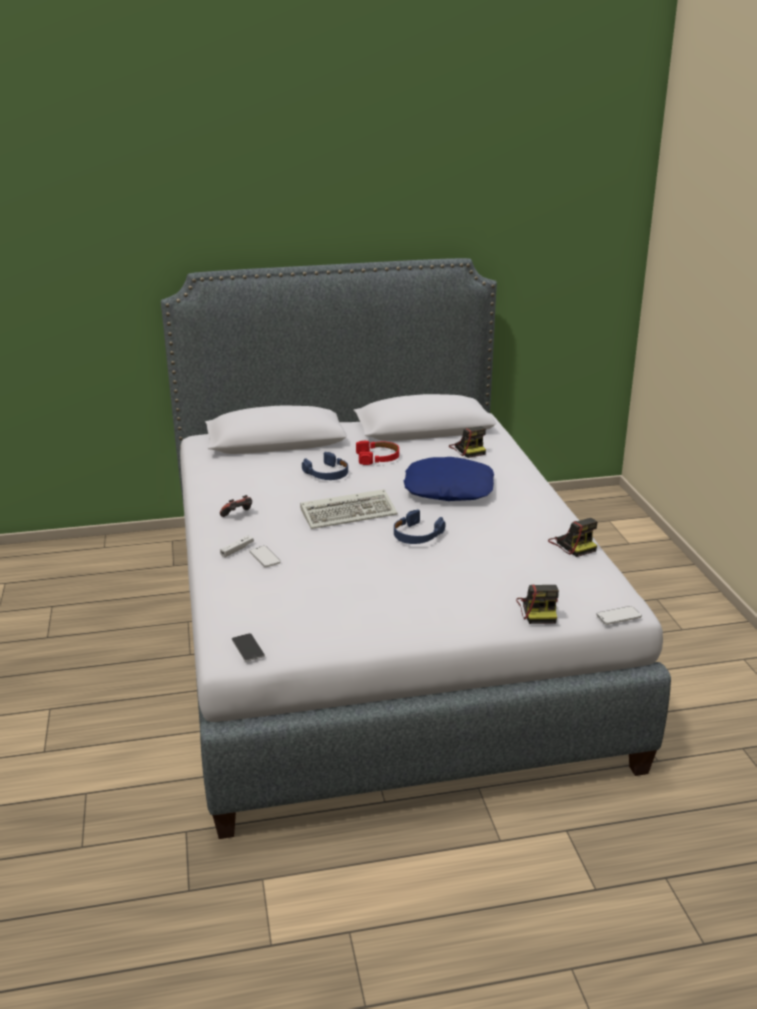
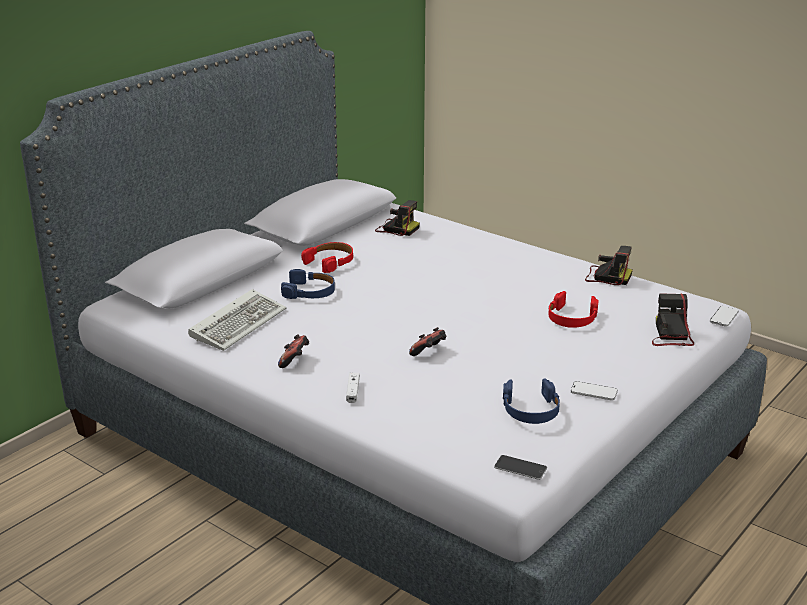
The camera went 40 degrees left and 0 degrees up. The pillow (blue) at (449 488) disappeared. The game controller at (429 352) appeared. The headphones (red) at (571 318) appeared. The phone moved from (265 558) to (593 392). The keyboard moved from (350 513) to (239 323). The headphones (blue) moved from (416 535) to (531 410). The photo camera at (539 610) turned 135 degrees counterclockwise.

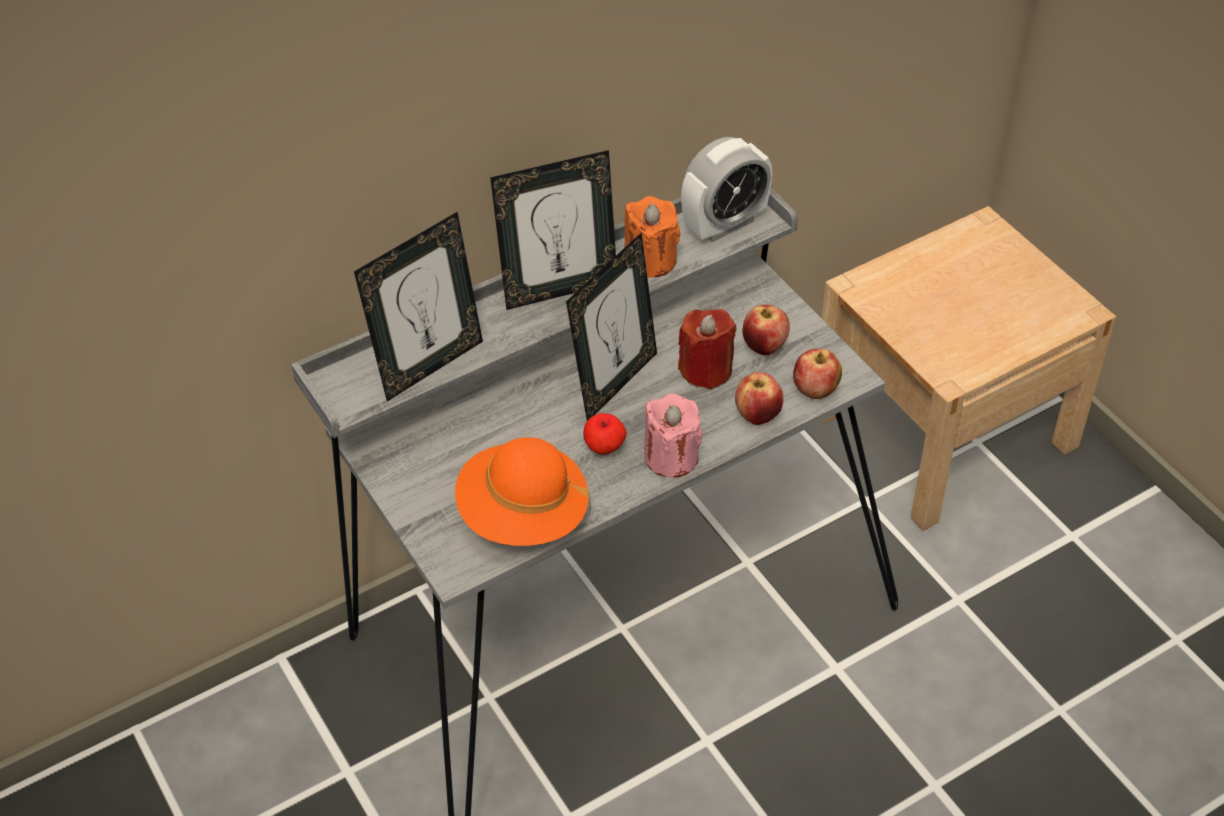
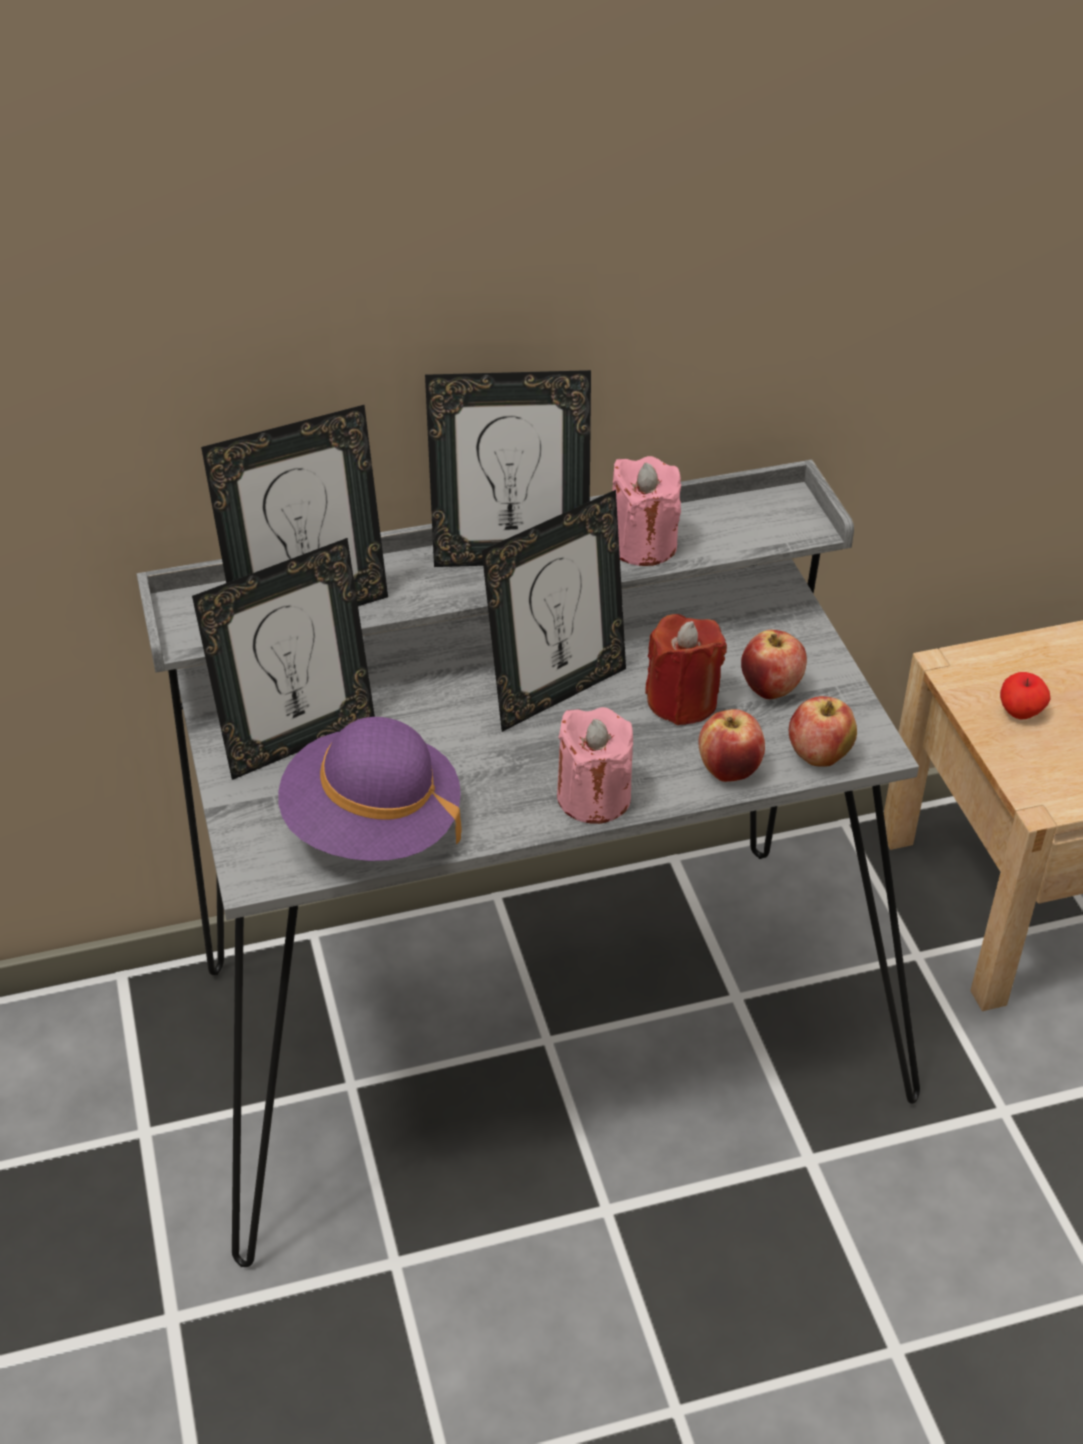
The camera went 15 degrees right and 5 degrees down. The alarm clock at (724 224) disappeared. The picture frame at (298 741) appeared. The apple moved from (604 447) to (1020 712). The hat (orange) at (523 515) became the hat (purple) at (372 825). The candle (orange) at (650 260) became the candle (pink) at (642 545).

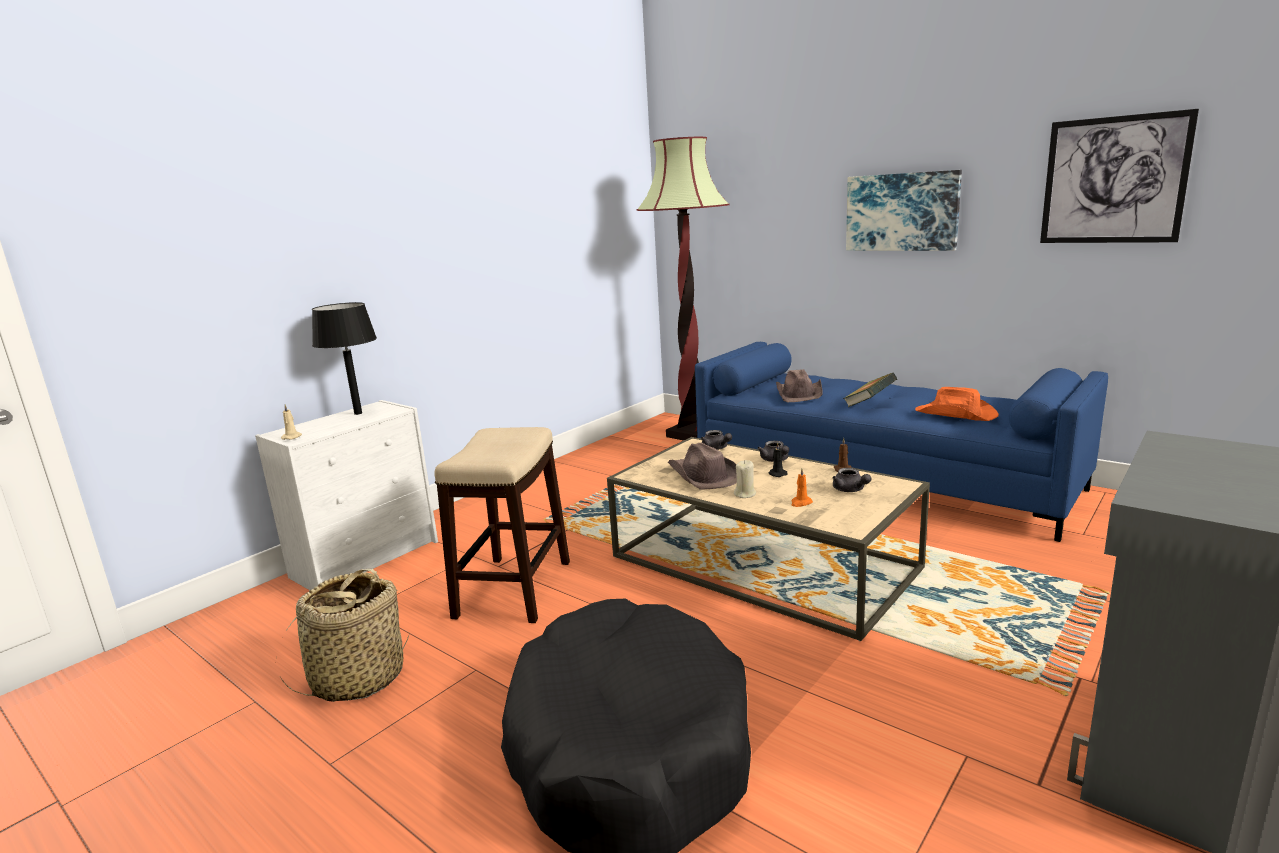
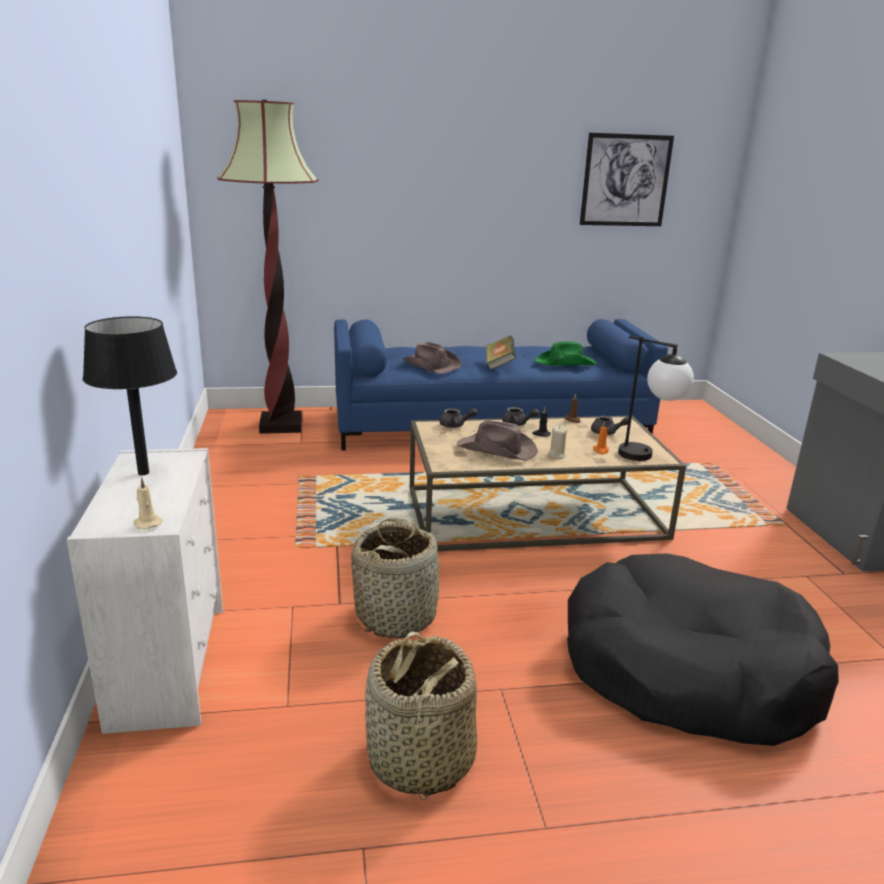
The camera went 50 degrees left and 5 degrees up. The picture at (902 212) disappeared. The table lamp at (648 458) appeared. The stool at (513 589) was replaced by the basket at (397 615). The hat (orange) at (956 414) became the hat (green) at (566 363).

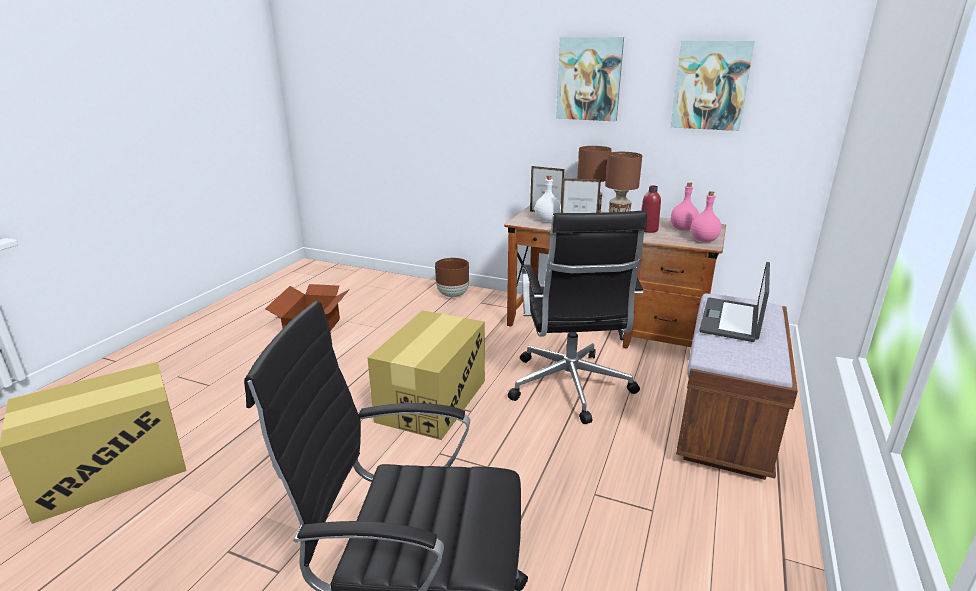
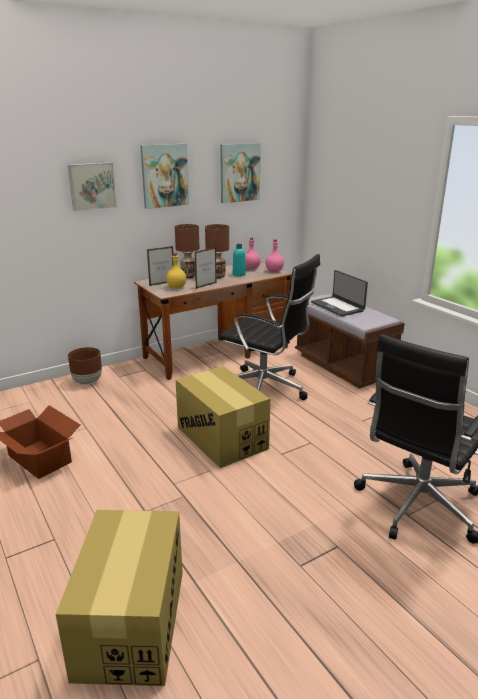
The camera went 55 degrees left and 0 degrees up. The picture at (92 186) appeared. The bottle (white) at (547 220) became the bottle (yellow) at (176 287). The bottle (red) at (648 230) became the bottle (turquoise) at (239 274).

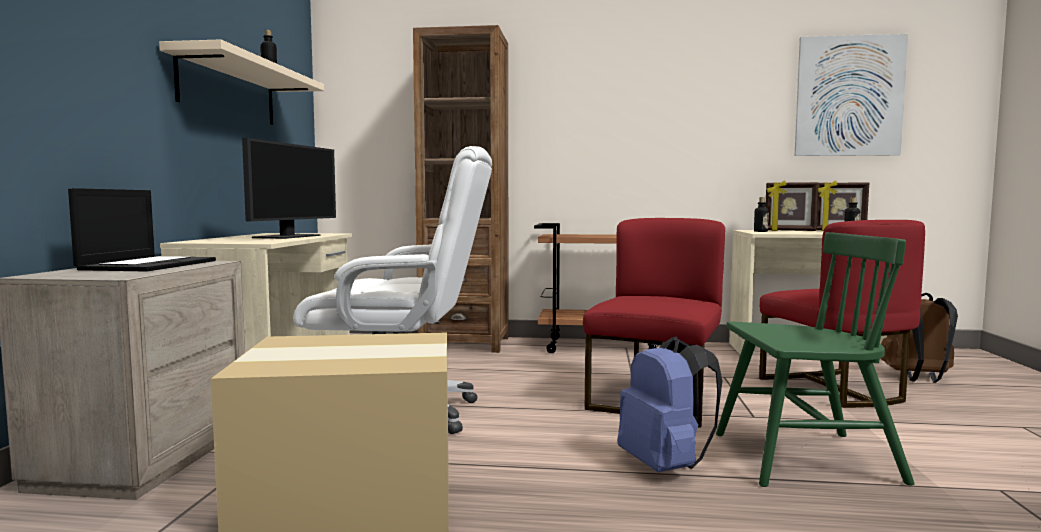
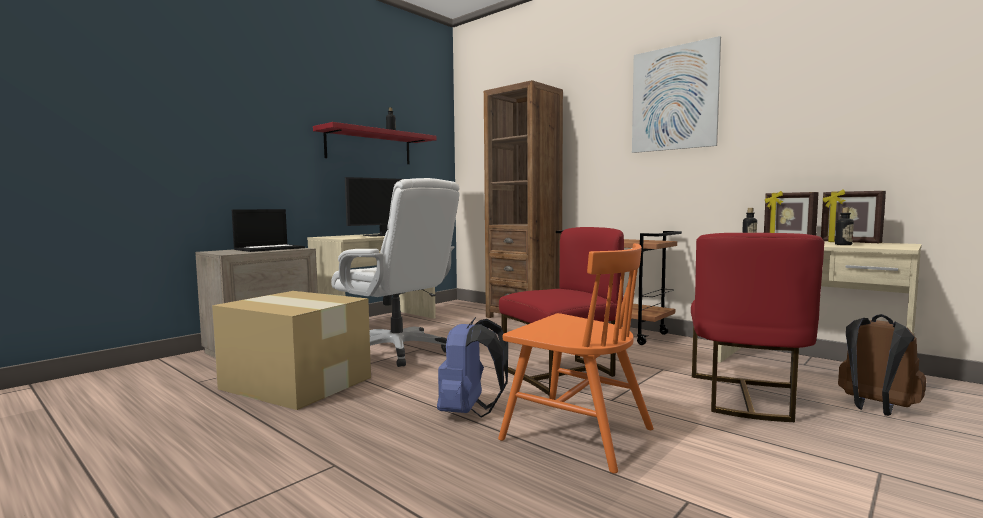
The camera went 35 degrees right and 0 degrees up. The picture moved from (849 96) to (674 98). The shelf (beige) at (228 90) became the shelf (red) at (369 147). The chair (green) at (804 458) became the chair (orange) at (576 434).

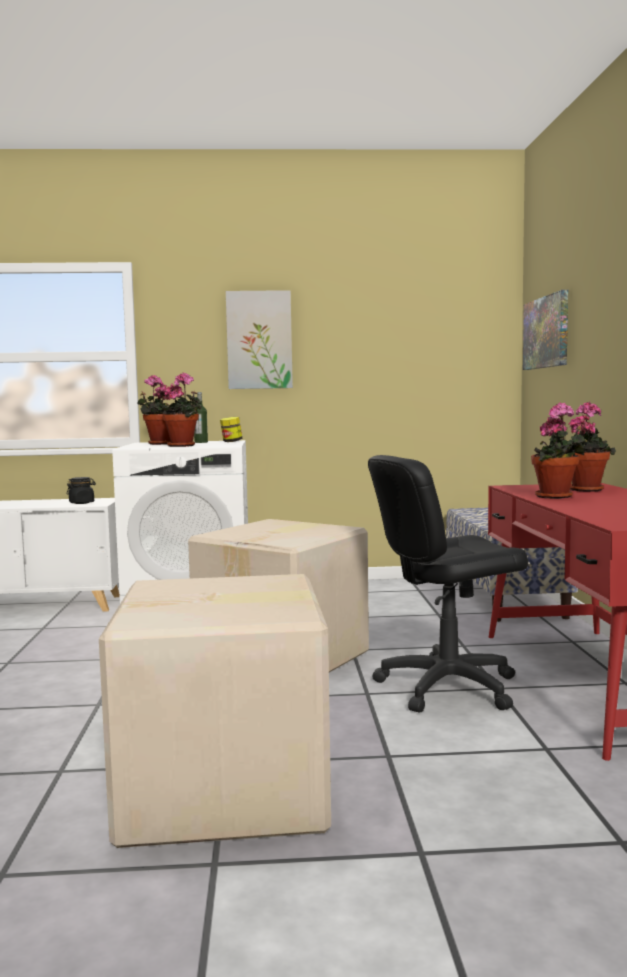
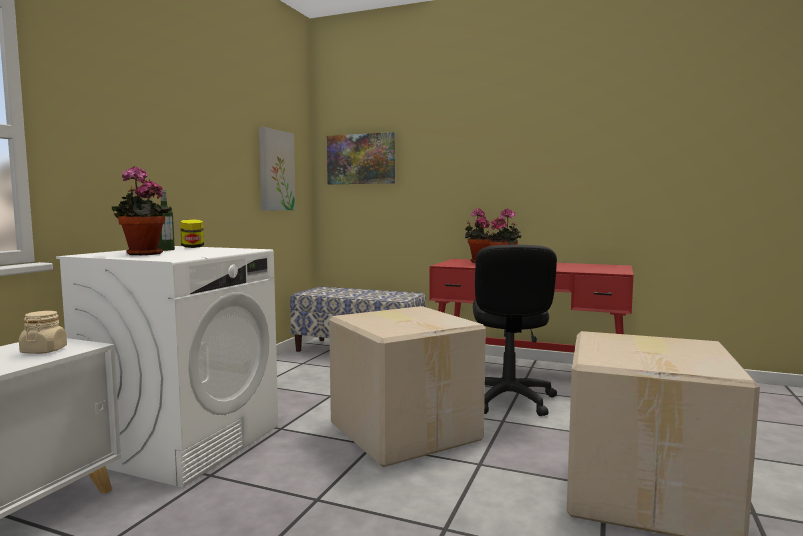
The camera went 65 degrees left and 0 degrees up. The potted plant at (184 446) disappeared. The picture moved from (259 340) to (276 170). The jar (black) at (82 503) became the jar (beige) at (44 351).

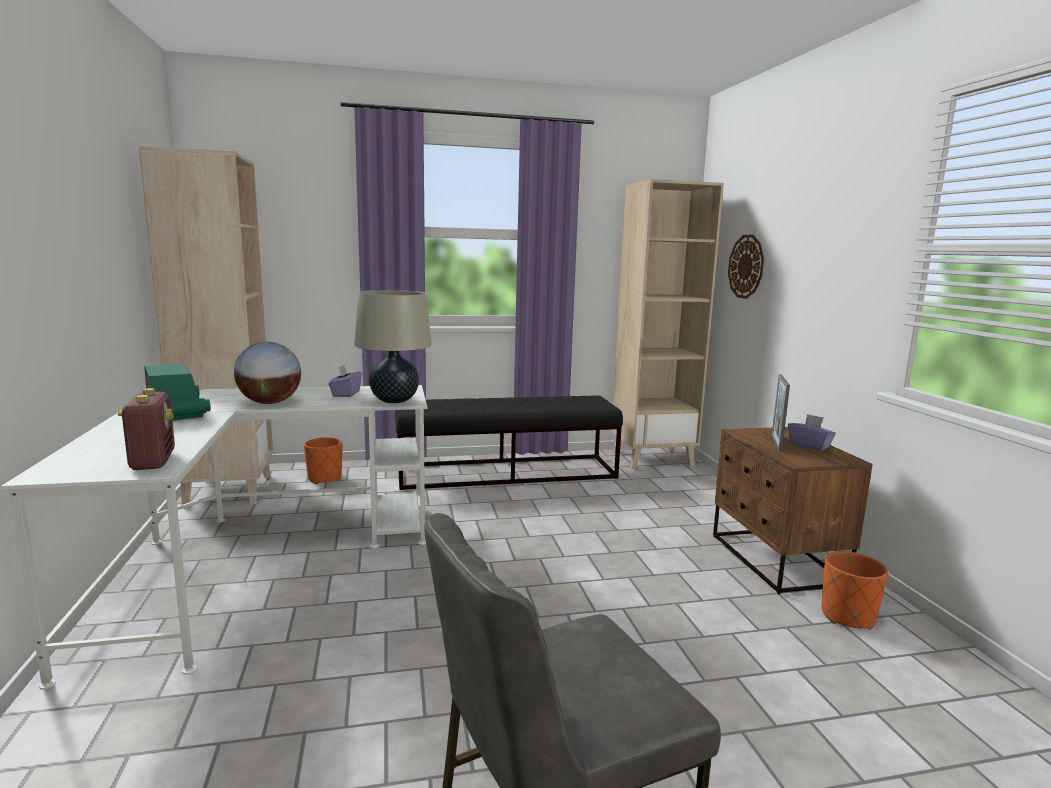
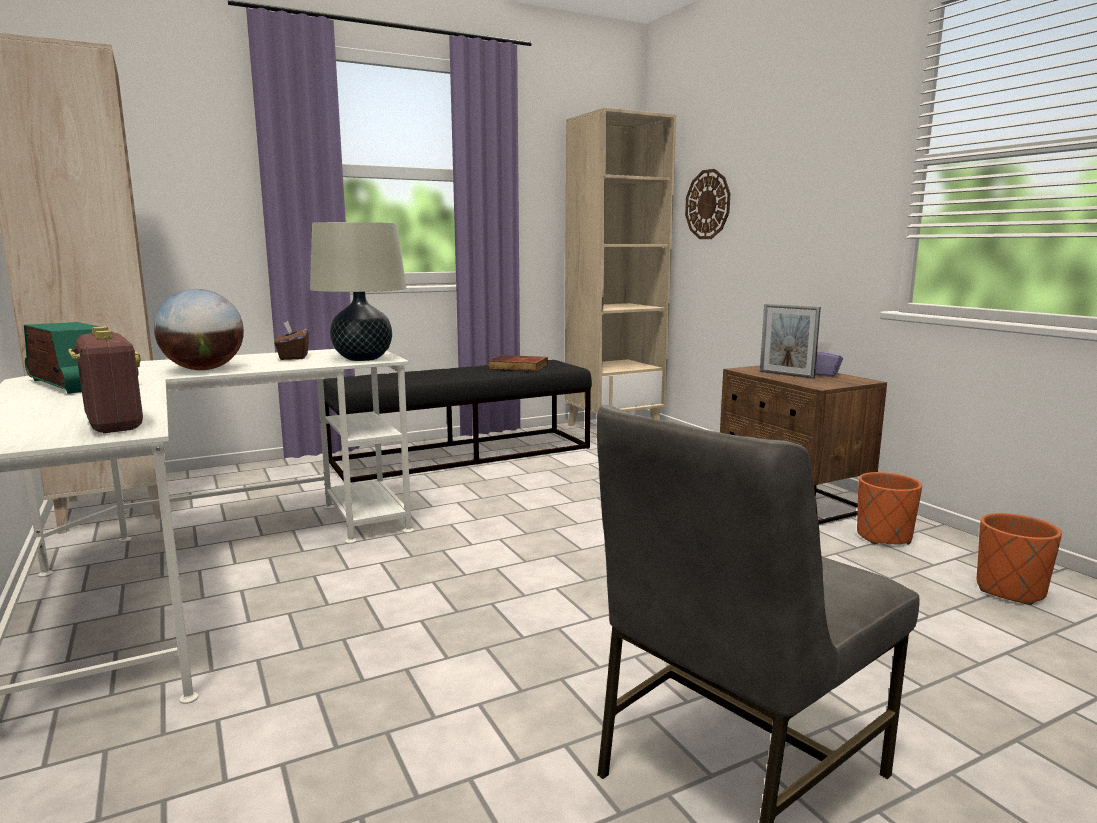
The camera went 15 degrees left and 0 degrees up. The book at (517 367) appeared. The planter (orange) moved from (325 478) to (1010 591). The tissue box (purple) at (345 394) became the tissue box (brown) at (293 357). The picture frame at (776 443) turned 45 degrees counterclockwise.

